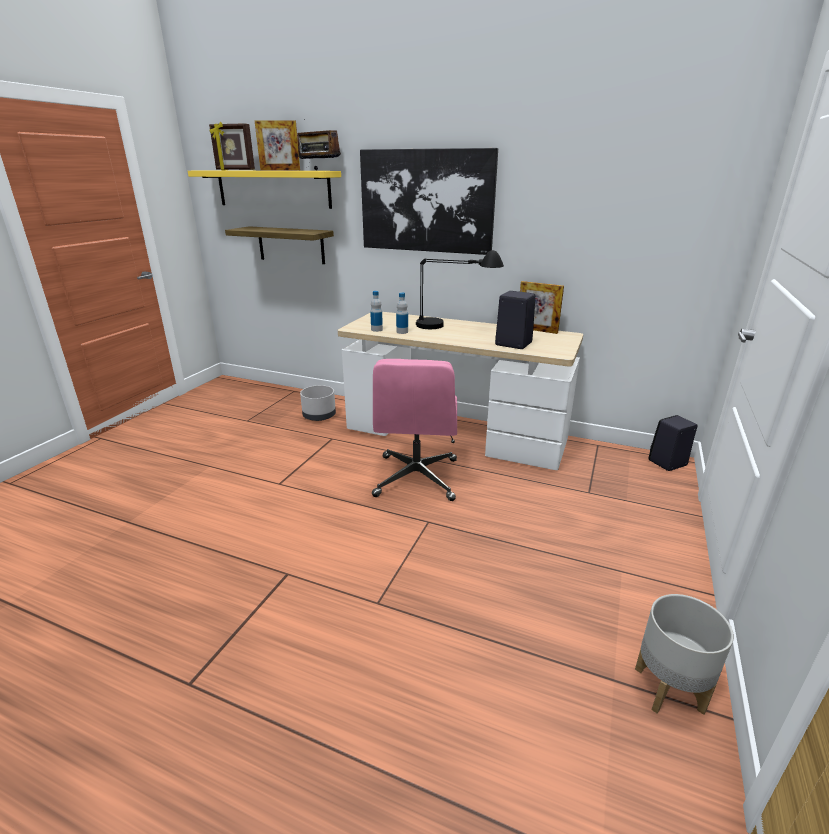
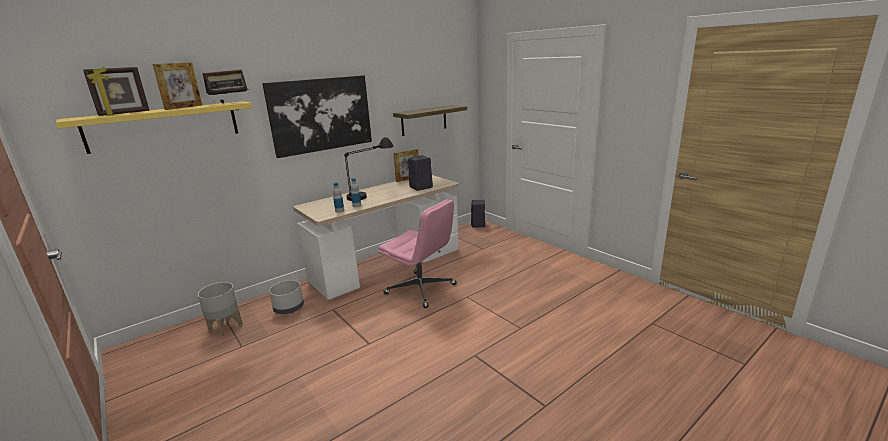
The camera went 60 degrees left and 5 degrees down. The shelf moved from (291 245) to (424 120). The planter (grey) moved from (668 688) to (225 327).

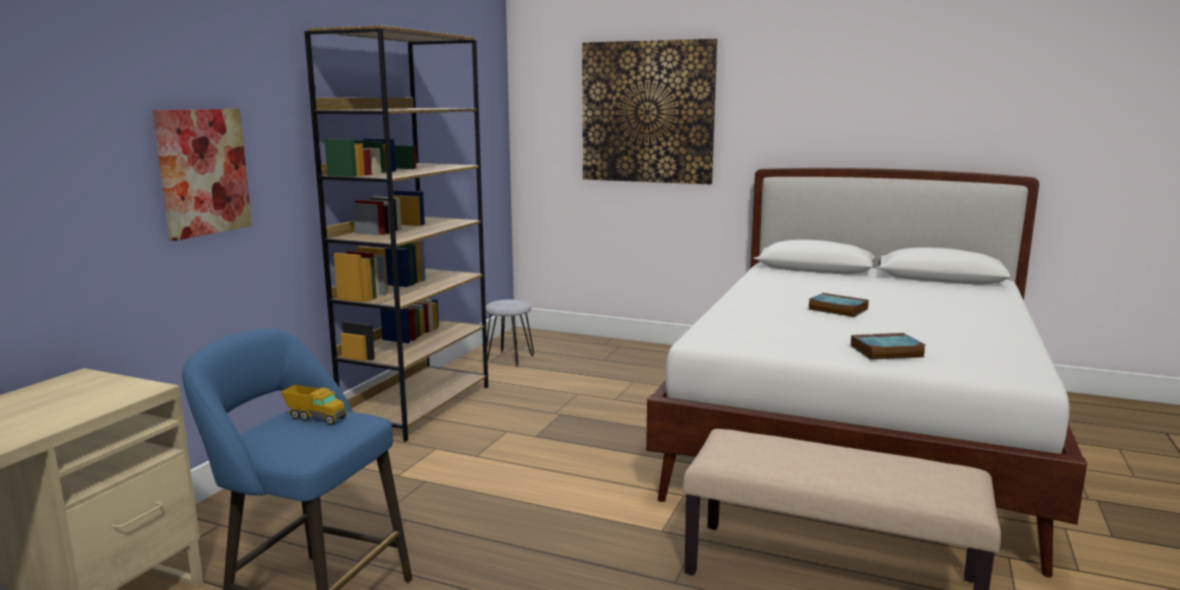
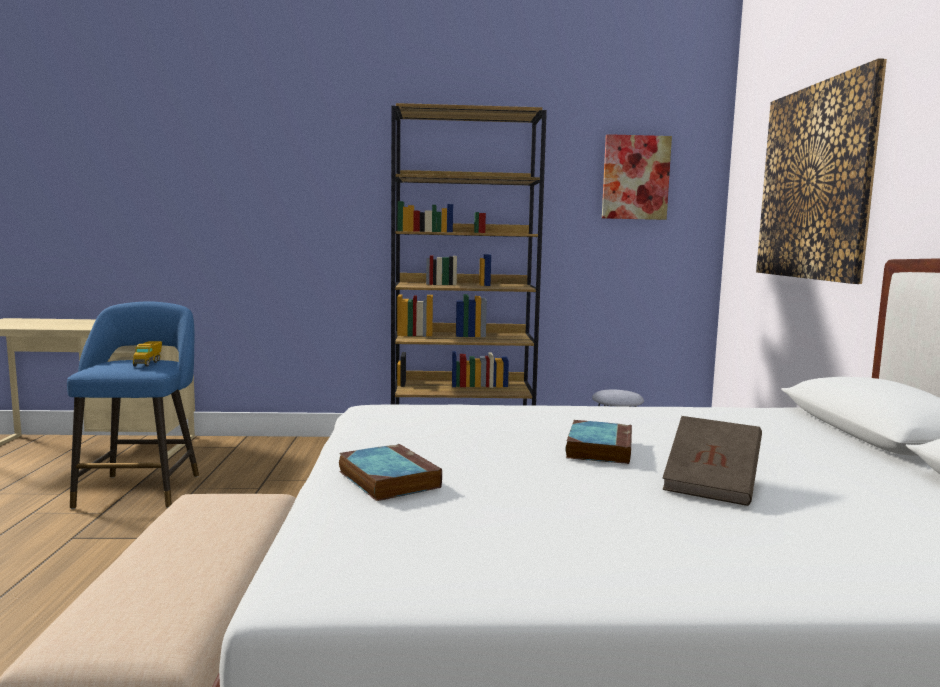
The camera went 65 degrees right and 5 degrees down. The book (brown) at (711 484) appeared. The picture moved from (203 172) to (635 177).

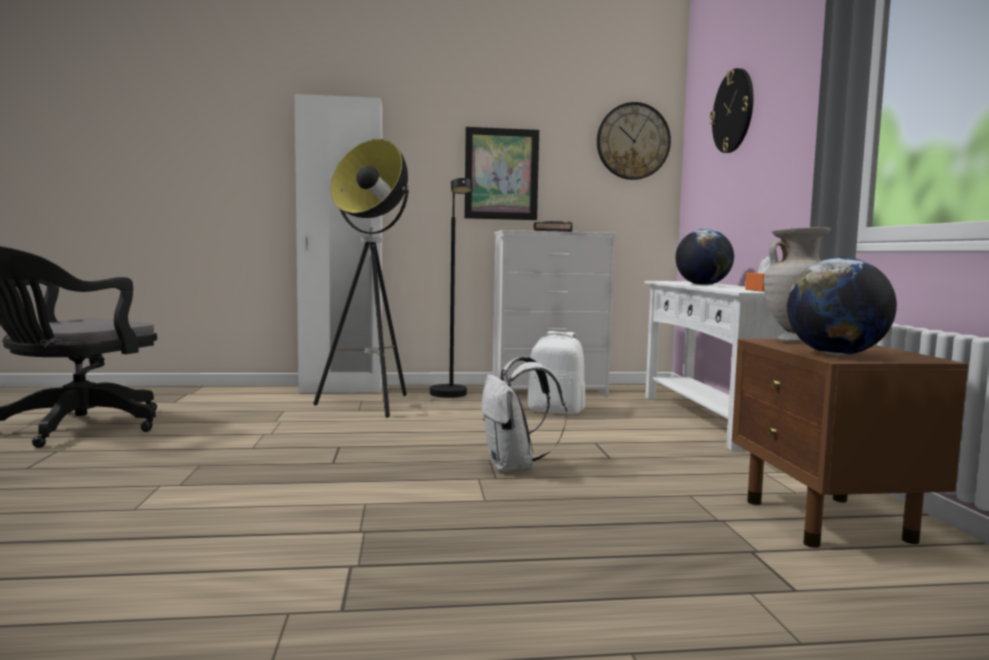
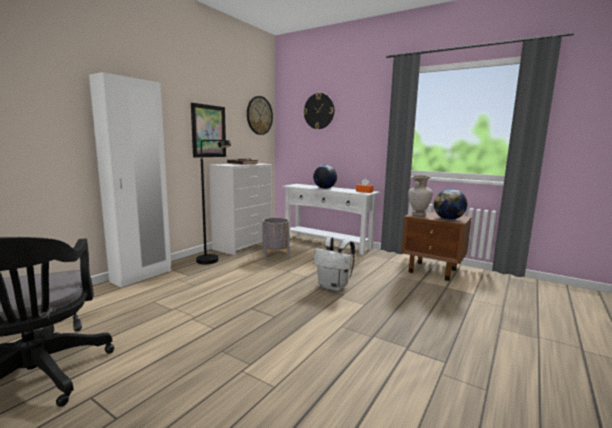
The camera went 50 degrees left and 5 degrees up. The floor lamp at (372 405) disappeared. The backpack (white) at (556 411) was replaced by the planter (grey) at (275 255).

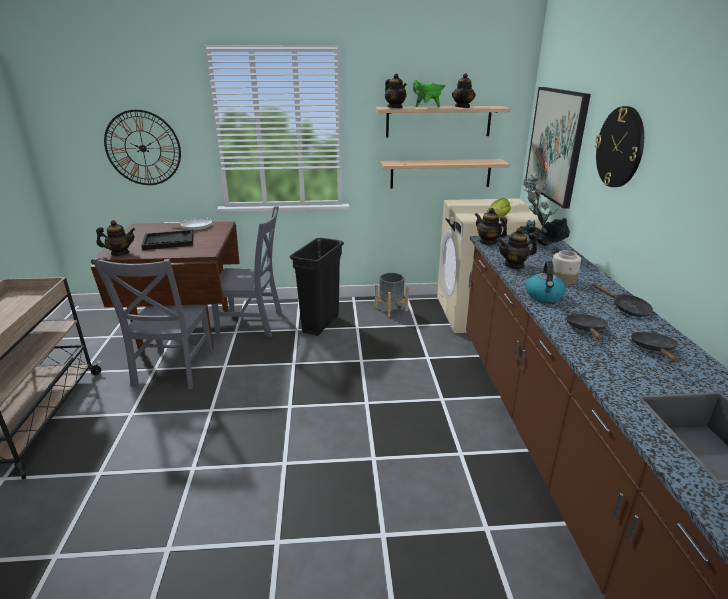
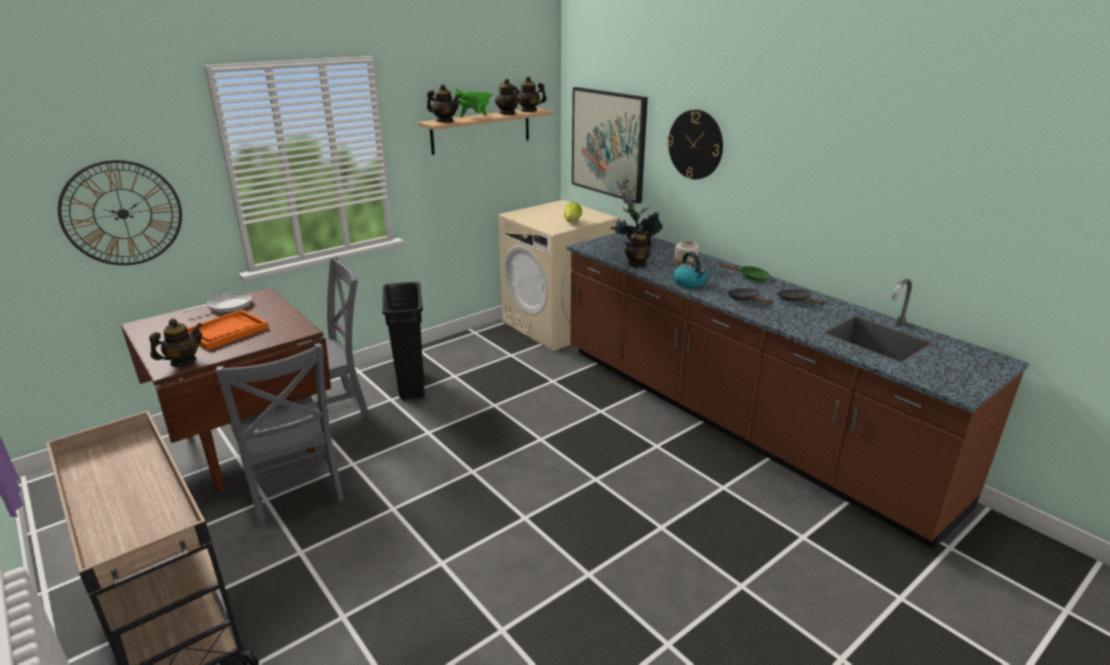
The camera went 35 degrees left and 0 degrees up. The planter (grey) at (391 309) disappeared. The shelf at (440 174) disappeared. The teapot moved from (488 242) to (529 111). The tray (black) at (168 241) became the tray (orange) at (226 331). The frying pan (black) at (626 309) became the frying pan (green) at (750 277).

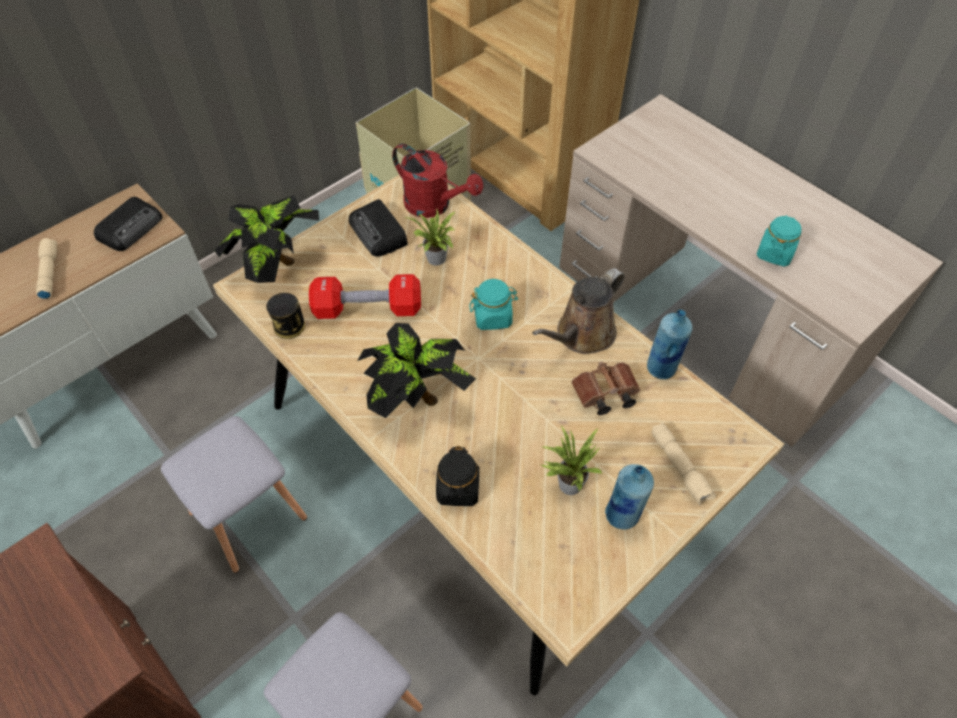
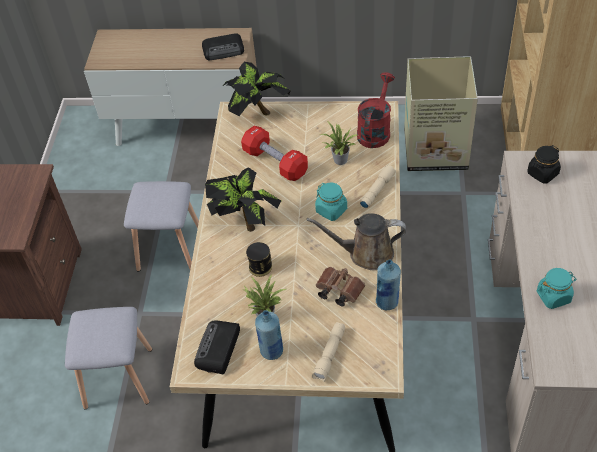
The camera went 50 degrees right and 5 degrees down. The flashlight (beige) moved from (49 273) to (377 190). The can moved from (289 326) to (260 267). The radio moved from (379 233) to (218 349). The jar (black) moved from (458 489) to (542 174). The watering can (red) at (434 205) turned 150 degrees counterclockwise.

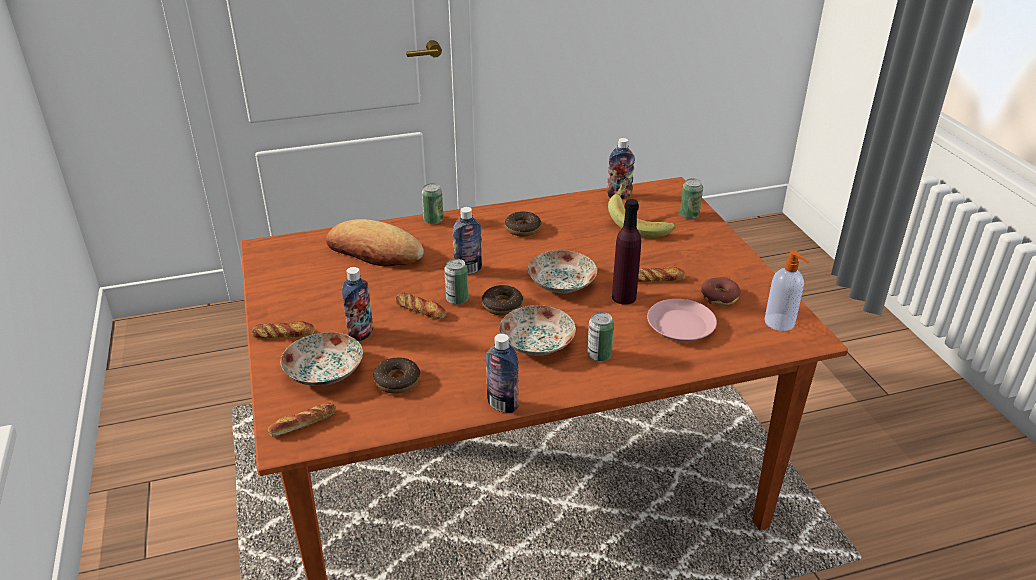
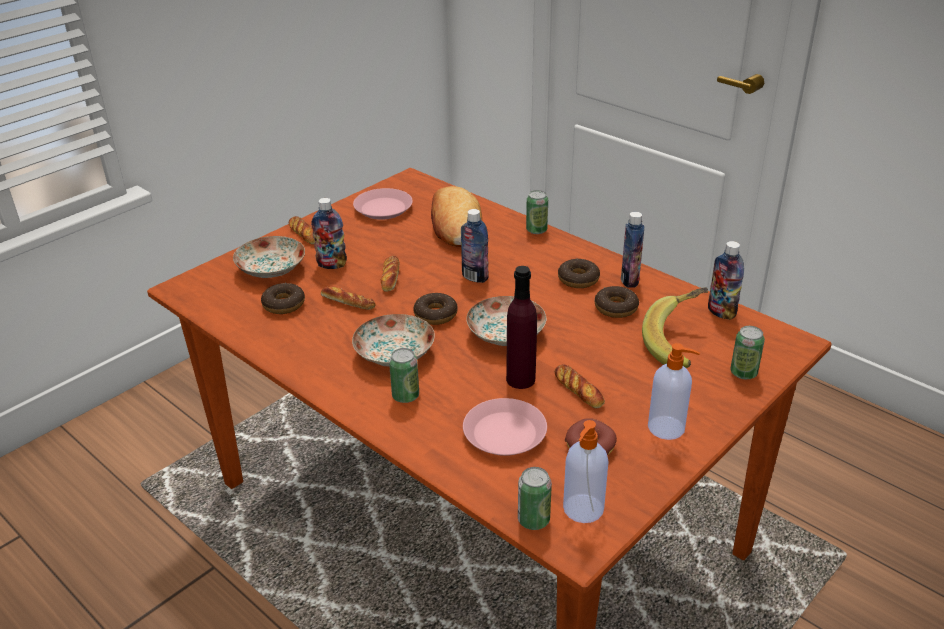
The camera went 60 degrees right and 0 degrees up. The plate (pink) at (383 209) appeared. The donut at (616 308) appeared. The soap dispenser at (667 428) appeared. The bread moved from (303 423) to (348 302). The can moved from (457 299) to (533 520). The bottle moved from (502 405) to (629 280).

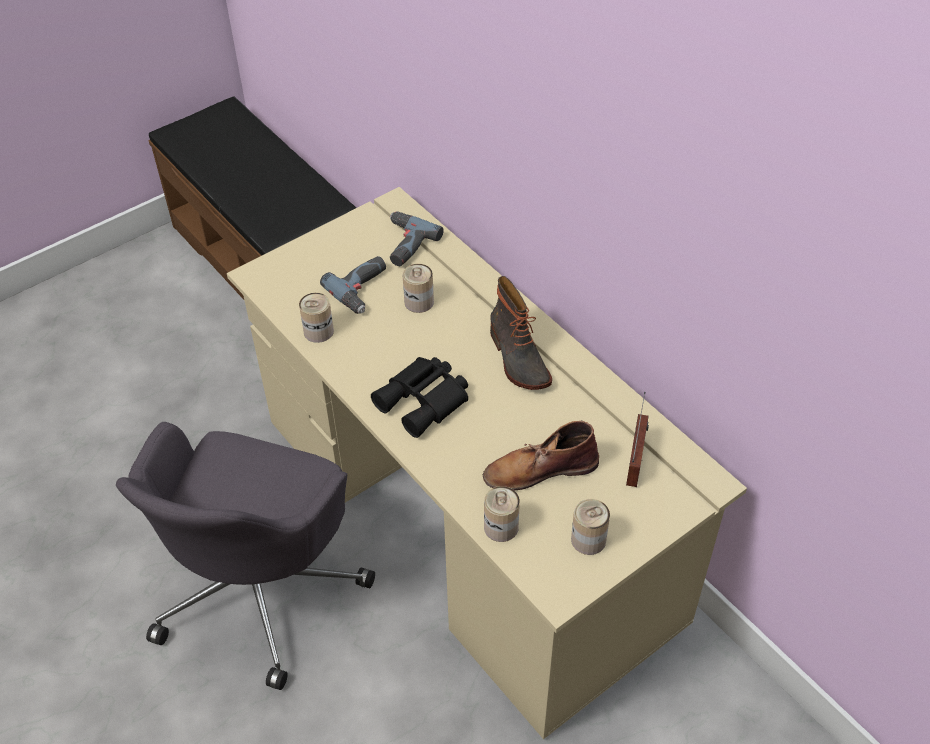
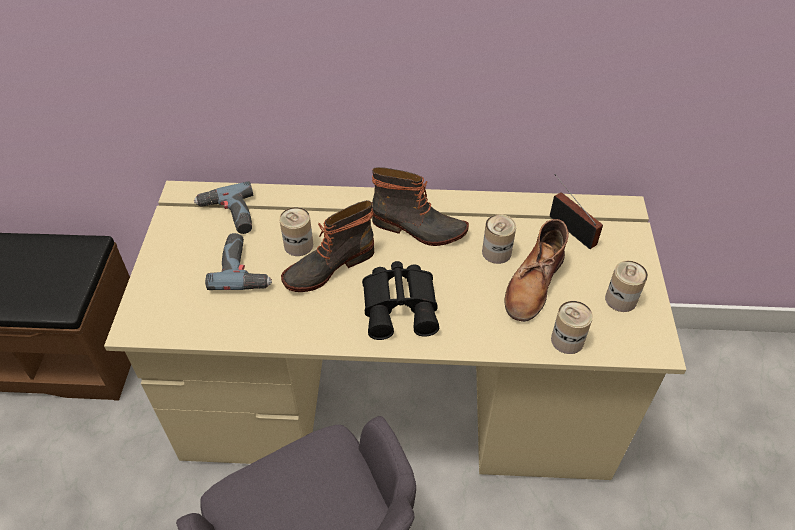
The camera went 50 degrees left and 0 degrees up. The boot at (328 266) appeared. The can moved from (318 331) to (496 252).

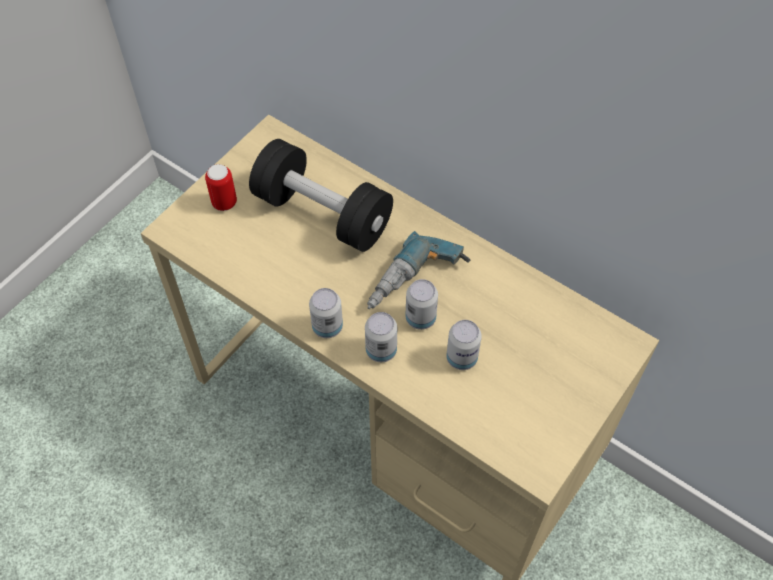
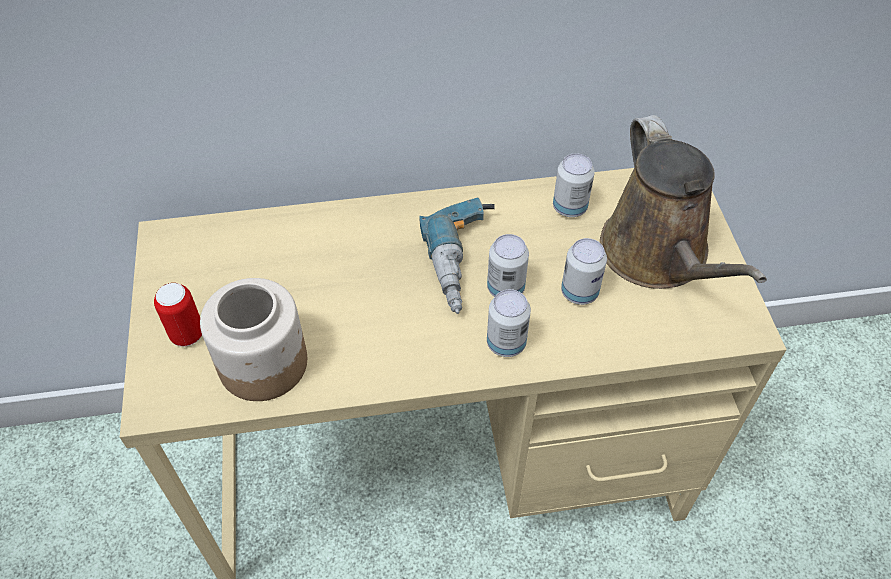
The camera went 45 degrees left and 5 degrees down. The dumbbell (black) at (322 213) disappeared. The jar at (262 364) appeared. The watering can (brown) at (658 256) appeared. The can moved from (327 327) to (569 207).

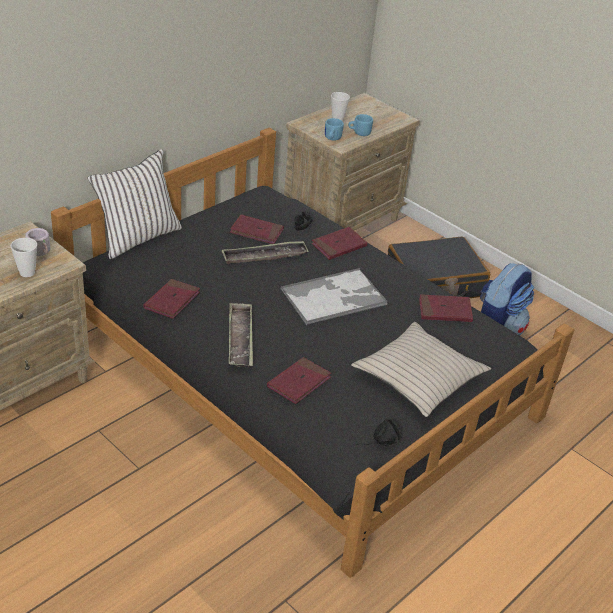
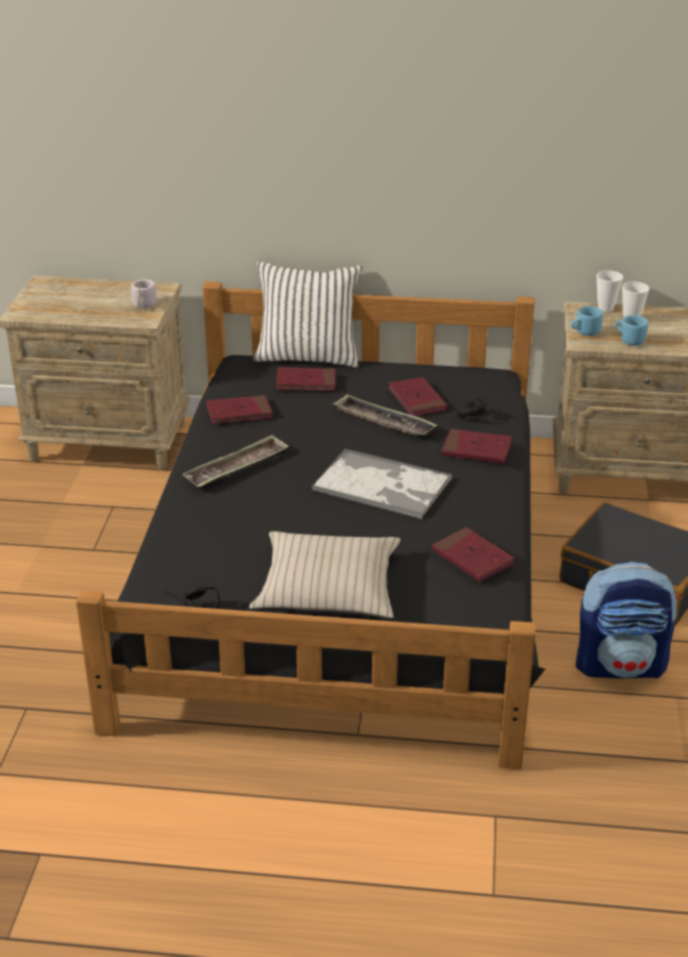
The camera went 55 degrees right and 5 degrees down. The cup moved from (27 272) to (606 308). The book (red) moved from (299 383) to (306 382).

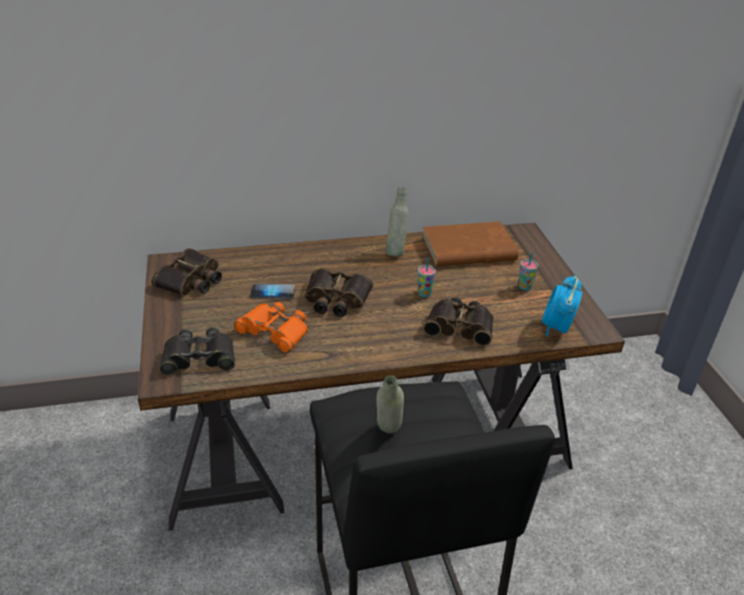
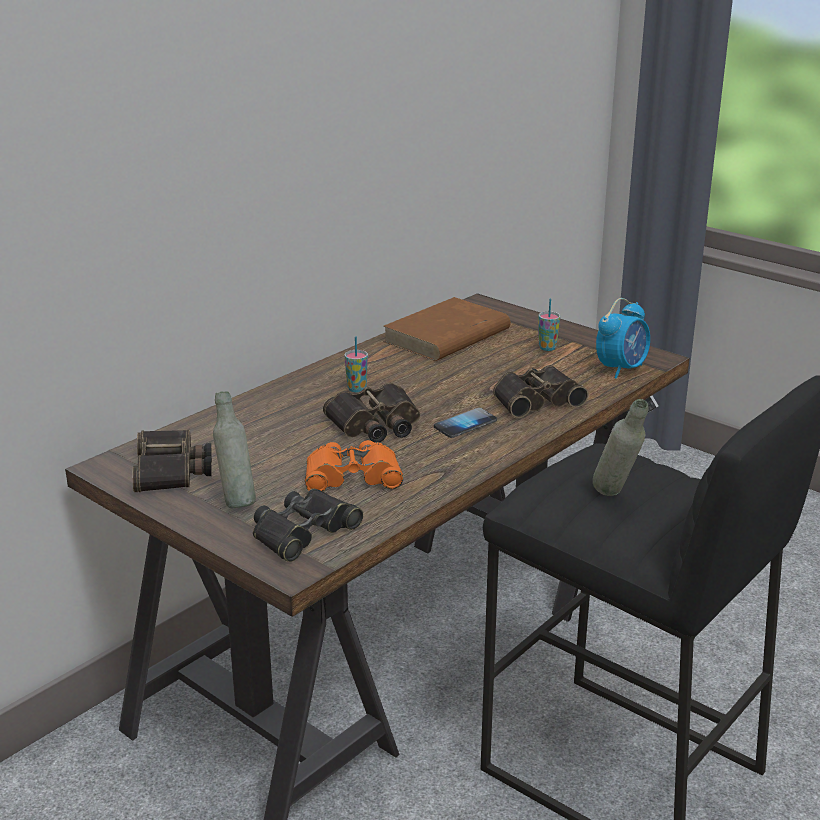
The camera went 35 degrees left and 10 degrees down. The phone moved from (272 292) to (465 424). The bottle (grey) moved from (396 252) to (236 501). The cup moved from (424 293) to (356 389). The alarm clock at (556 328) turned 120 degrees counterclockwise.

